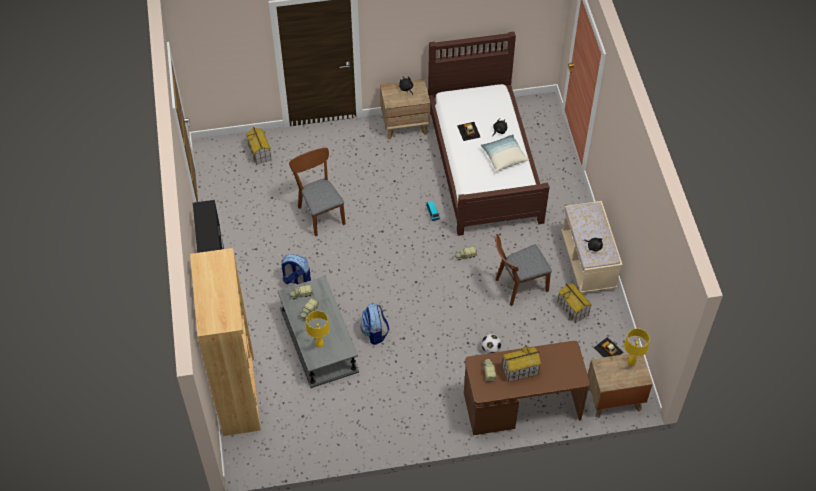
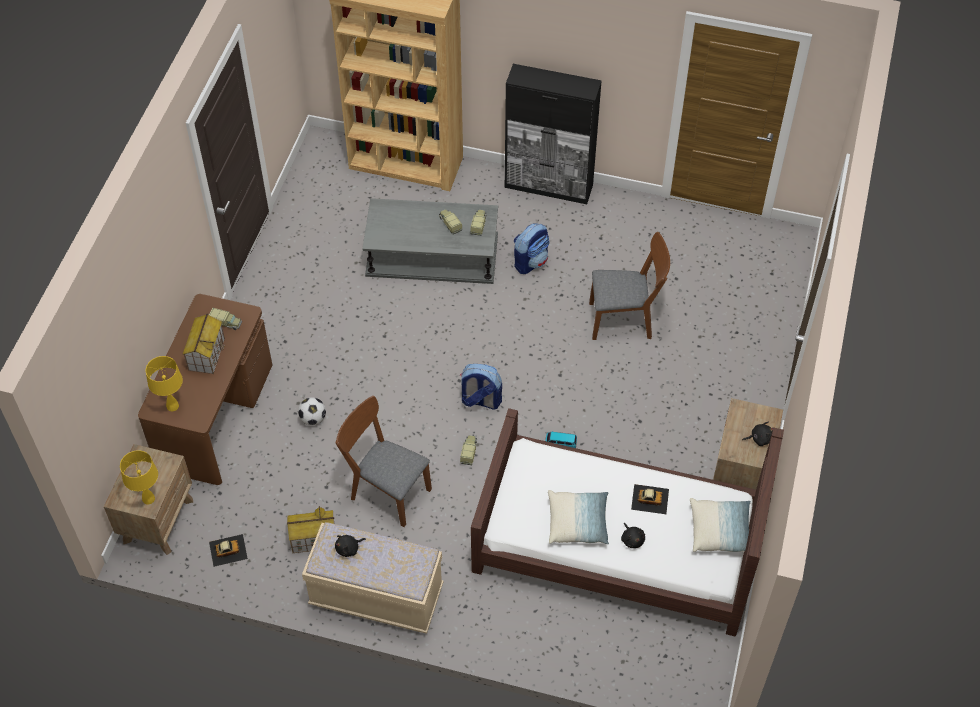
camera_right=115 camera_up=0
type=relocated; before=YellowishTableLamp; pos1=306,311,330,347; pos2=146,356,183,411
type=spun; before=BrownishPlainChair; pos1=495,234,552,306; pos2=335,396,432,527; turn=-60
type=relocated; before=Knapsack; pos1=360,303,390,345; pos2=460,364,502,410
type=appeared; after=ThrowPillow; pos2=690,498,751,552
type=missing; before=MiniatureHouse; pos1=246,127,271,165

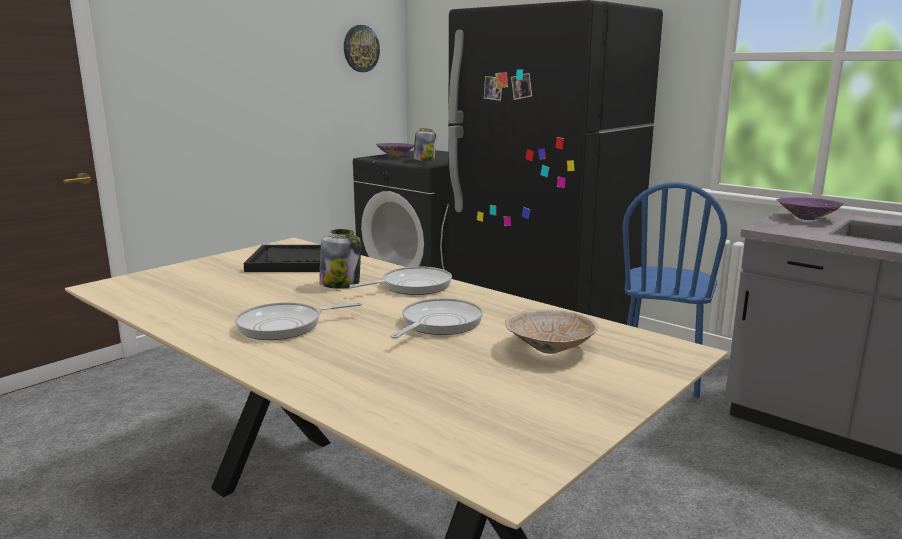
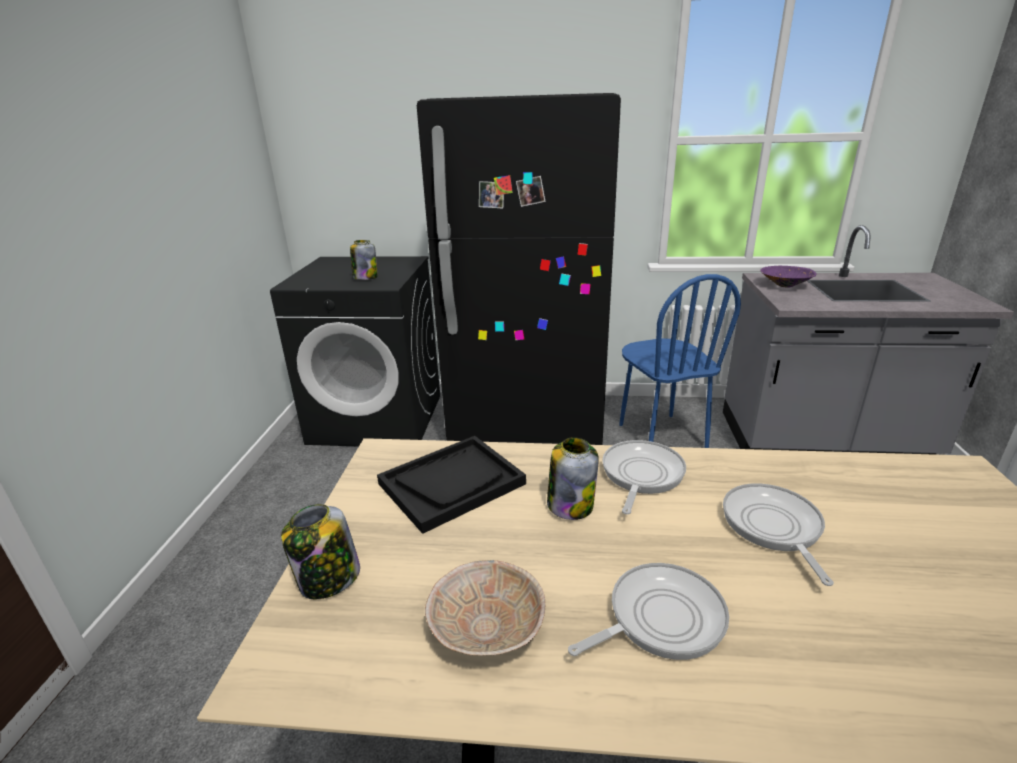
camera_right=-35 camera_up=10
type=appeared; after=Jar; pos2=281,504,360,599
type=relocated; before=BeigeColouredServingBowl; pos1=505,309,599,354; pos2=425,560,545,656
type=spun; before=Pan; pos1=235,302,362,340; pos2=568,563,729,660; turn=-150
type=missing; before=WallClock; pos1=344,25,380,72
type=missing; before=PurplishServingBowl; pos1=376,143,414,157

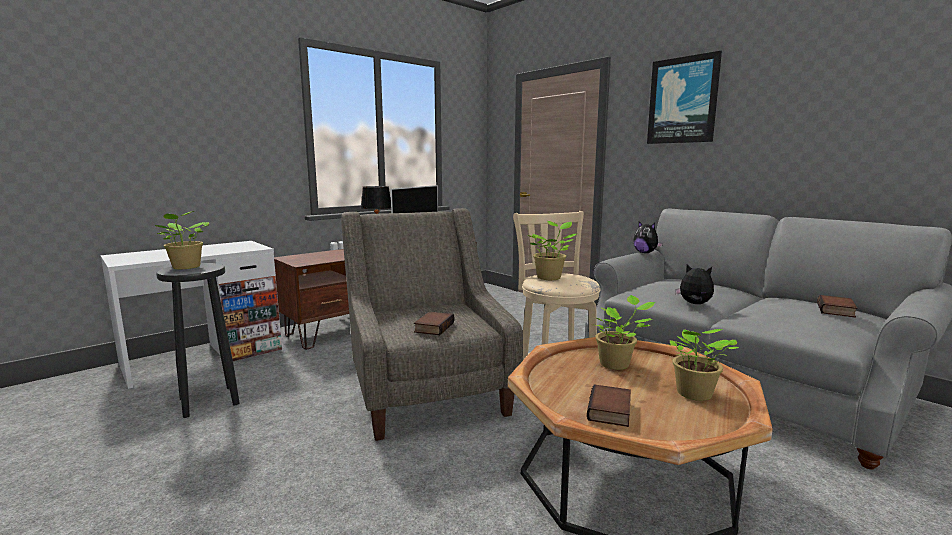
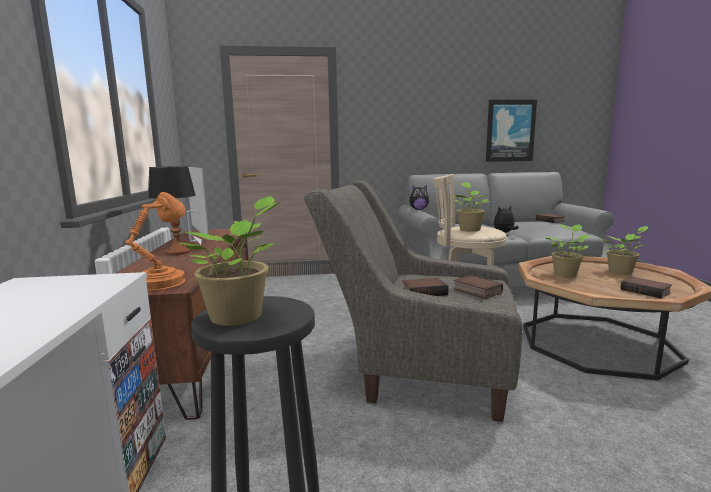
camera_right=-55 camera_up=0
type=appeared; after=OrangeTableLamp; pos2=125,192,186,291
type=appeared; after=Book; pos2=402,278,449,296
type=relocated; before=WallPicture; pos1=647,51,722,144; pos2=486,100,537,162

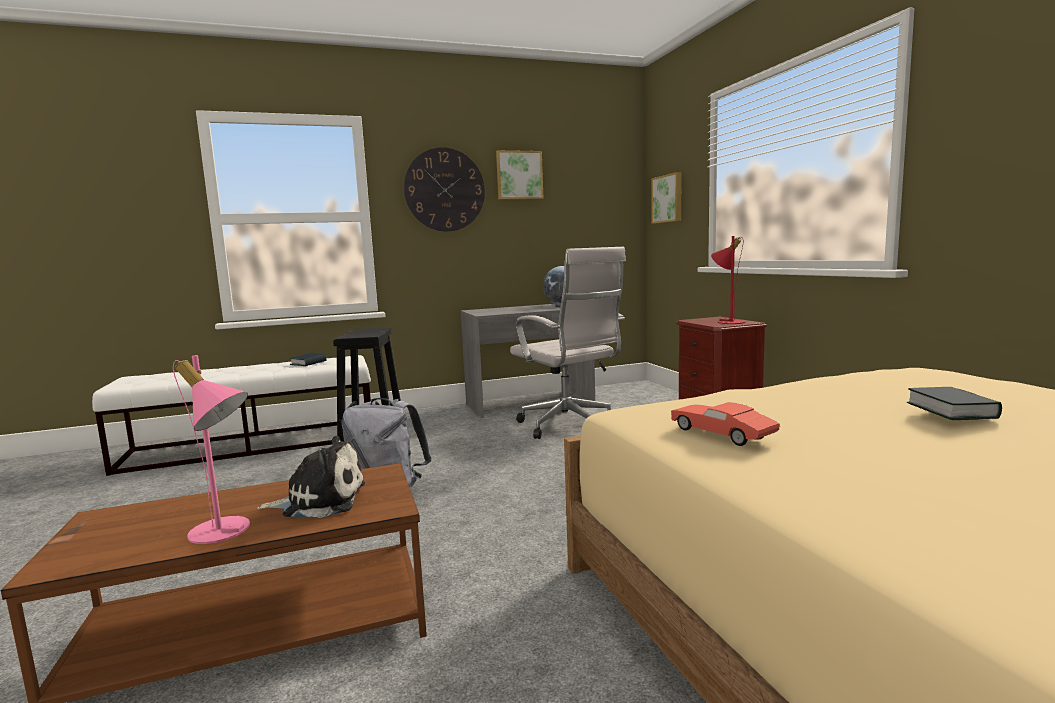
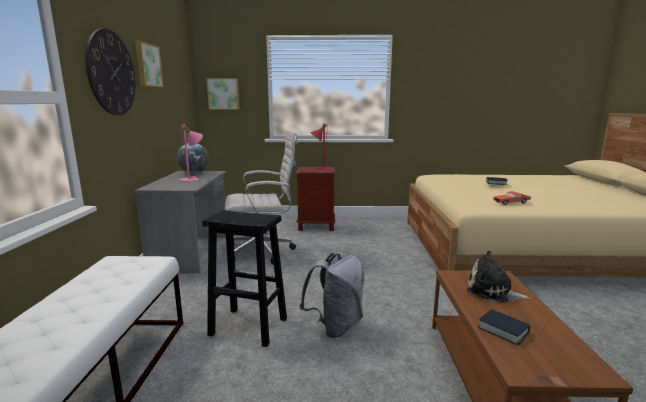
camera_right=-70 camera_up=5
type=relocated; before=PinkTableLamp; pos1=173,355,250,544; pos2=180,124,203,181
type=spun; before=PlushToy; pos1=257,436,365,518; pos2=467,250,531,303; turn=-75
type=relocated; before=Book; pos1=290,353,327,366; pos2=478,309,530,345

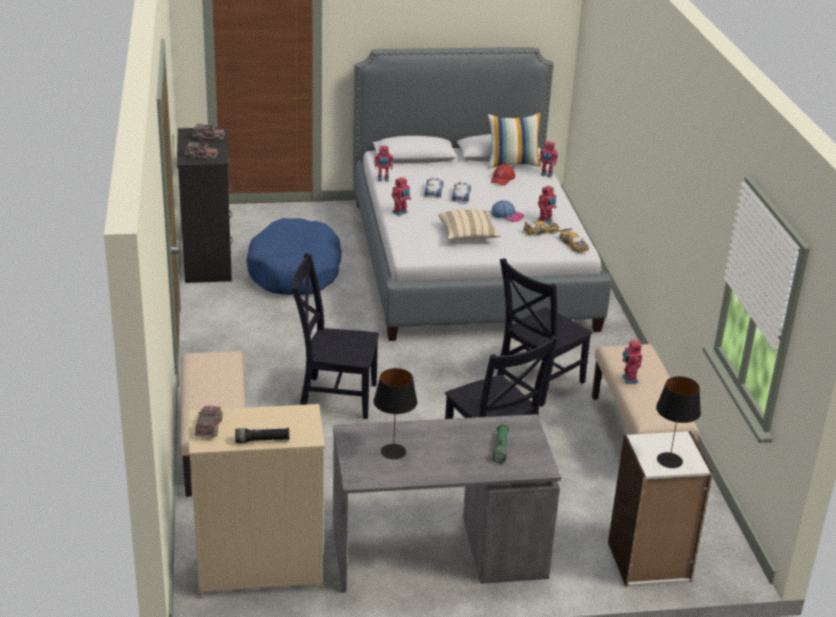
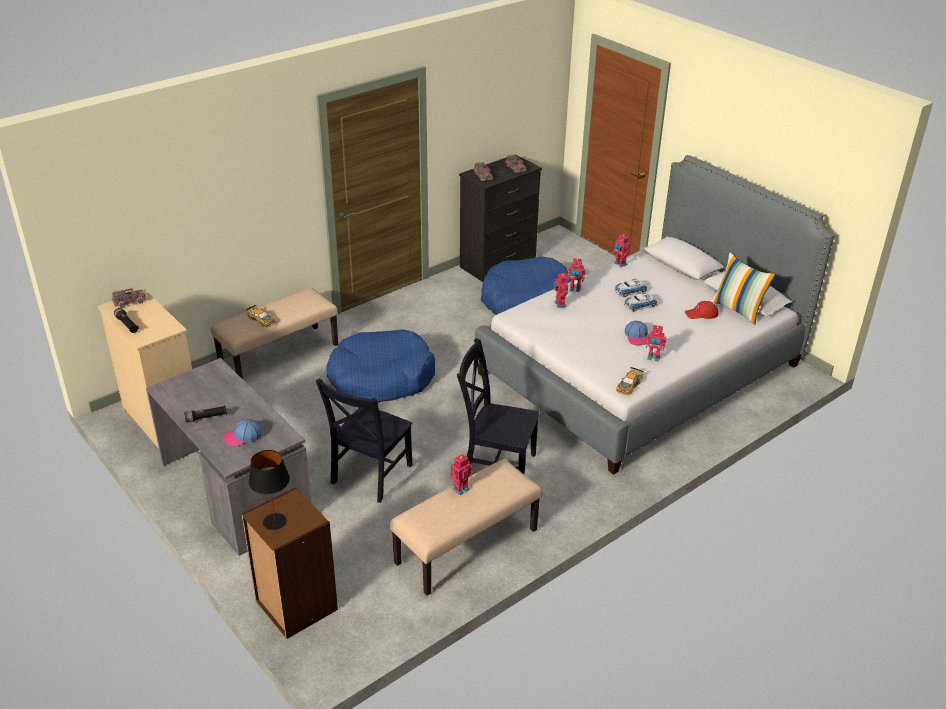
camera_right=60 camera_up=5
type=appeared; after=BlackColouredHandTorch; pos2=184,405,227,423
type=exchanged; before=GreenColouredHandTorch; after=BaseballCap; pos1=493,424,509,464; pos2=223,419,262,446
type=colour; before=WhiteBookshelf; after=BrownishBookshelf; pos1=608,431,713,587; pos2=242,487,338,639
type=relocated; before=ToyCar; pos1=523,221,560,236; pos2=246,305,275,327
type=exchanged; before=BlackColouredPlainChair; after=BlueColouredDogCushion; pos1=291,253,379,419; pos2=326,329,435,403
type=relocated; before=ToyRobot; pos1=539,141,558,177; pos2=553,272,568,308
type=missing; before=BlackColouredTableLamp; pos1=374,368,418,459
type=missing; before=BeigeColouredThrowPillow; pos1=438,210,501,240

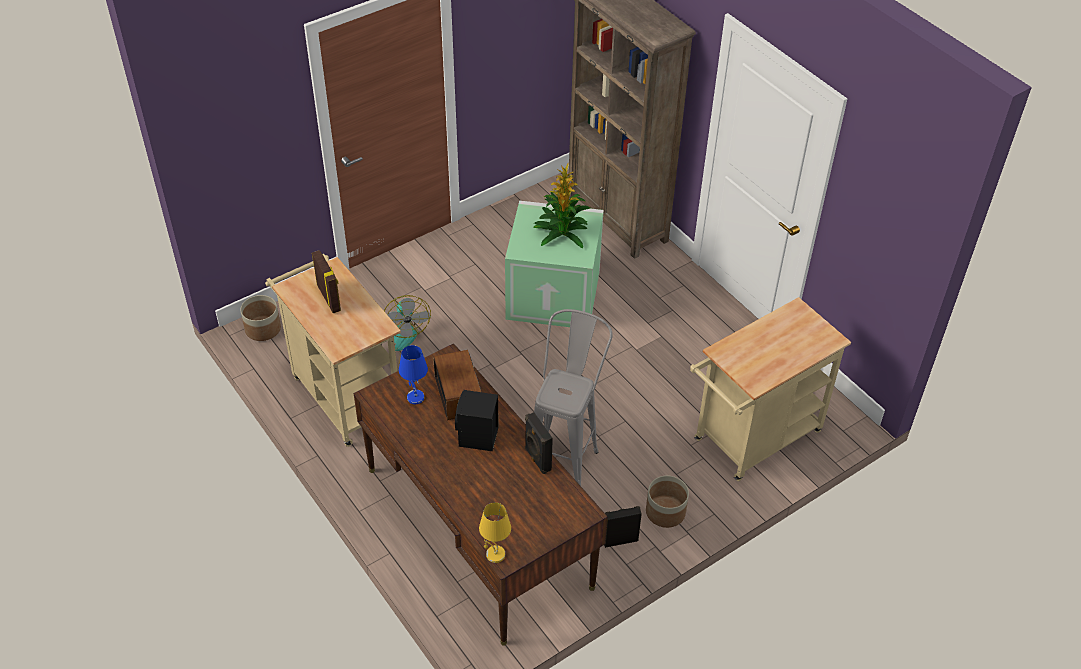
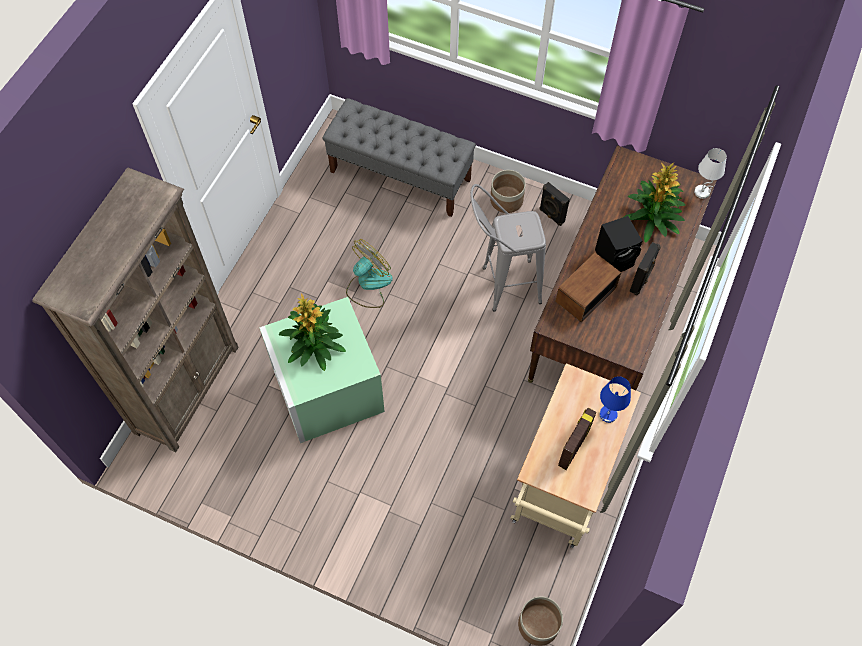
camera_right=-120 camera_up=15
type=exchanged; before=BeigeColouredCart; after=GreyLongSeat; pos1=690,297,851,481; pos2=322,98,476,217
type=relocated; before=ElectricFan; pos1=384,295,431,351; pos2=346,239,393,308
type=relocated; before=BlueColouredTableLamp; pos1=399,345,428,404; pos2=599,376,631,423
type=appeared; after=PottedPlant; pos2=624,162,685,243
type=relocated; before=BlackColouredSpeaker; pos1=525,412,553,474; pos2=630,242,661,295
type=colour; before=YellowishTableLamp; after=WhiteTableLamp; pos1=479,503,511,563; pos2=694,148,727,199

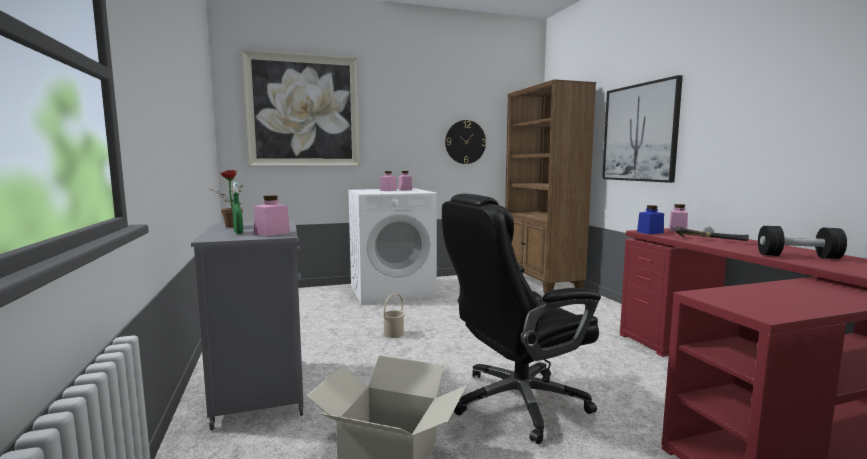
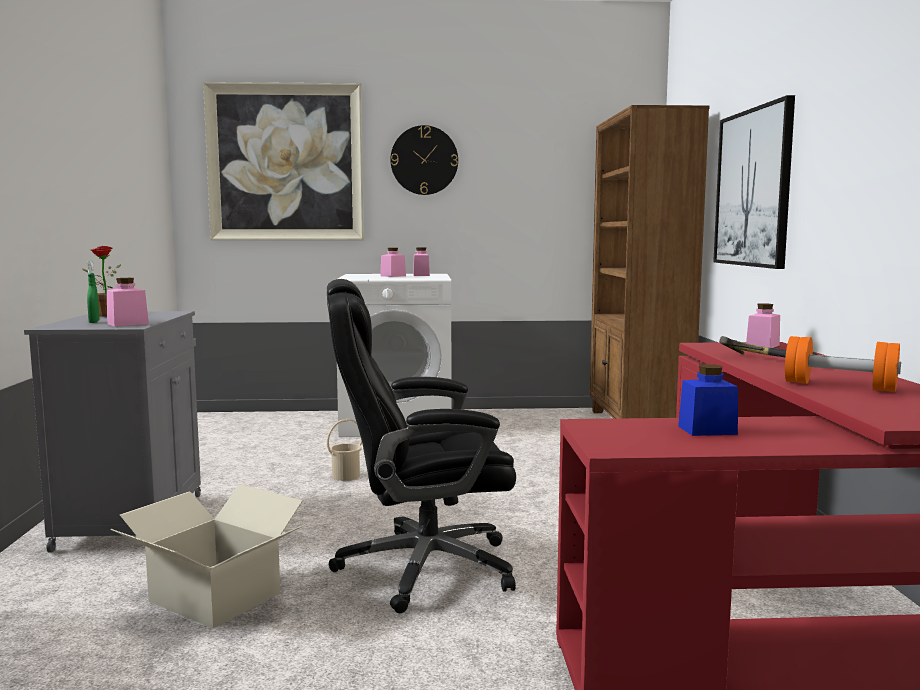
camera_right=15 camera_up=0
type=relocated; before=WallClock; pos1=445,120,486,164; pos2=390,125,458,195
type=relocated; before=BlueColouredJar; pos1=637,205,664,234; pos2=678,364,738,436
type=colour; before=BlackColouredFreeWeight; after=OrangeFreeWeight; pos1=758,226,847,259; pos2=785,336,901,392

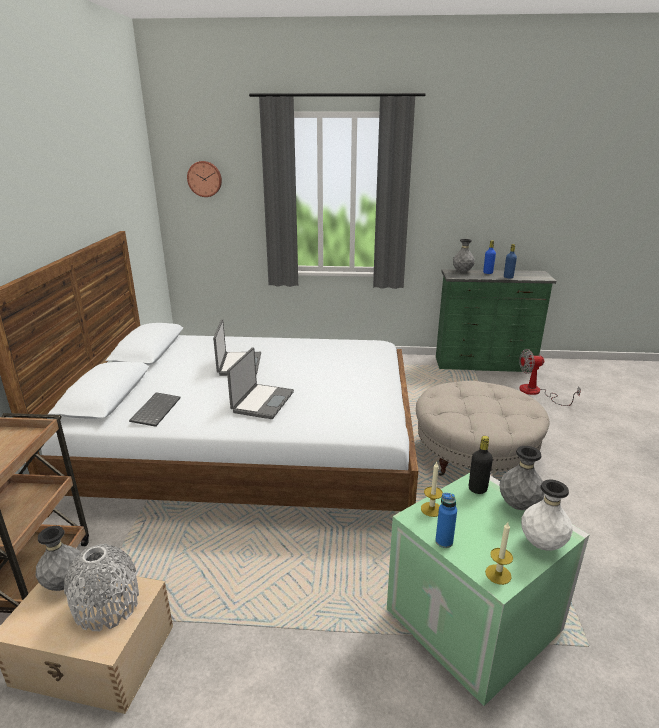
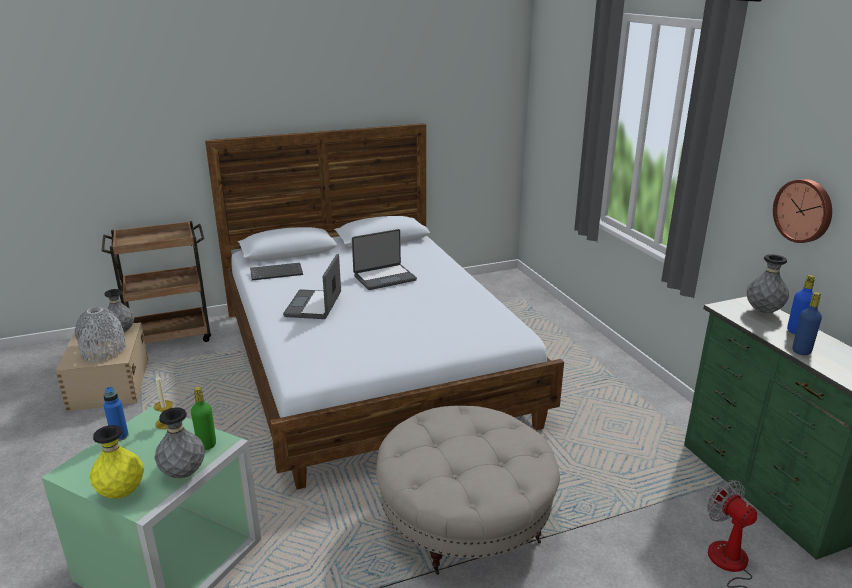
camera_right=65 camera_up=0
type=colour; before=WhiteVase; after=YellowishVase; pos1=521,480,573,551; pos2=90,425,144,499
type=colour; before=BlackColouredBottle; after=GreenColouredBottle; pos1=469,436,493,494; pos2=191,386,216,450
type=spun; before=Laptop; pos1=227,347,294,419; pos2=283,254,341,319; turn=105
type=relocated; before=WallClock; pos1=187,161,222,197; pos2=773,179,832,243
type=missing; before=WaxCandle; pos1=485,522,513,585

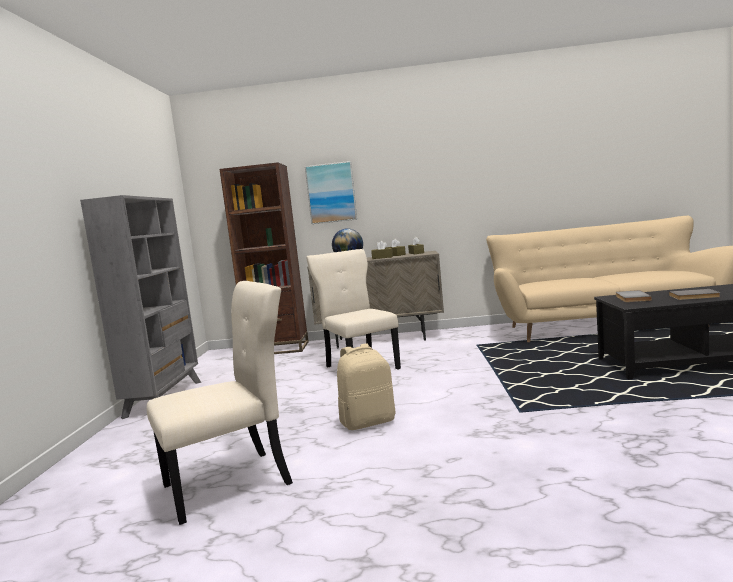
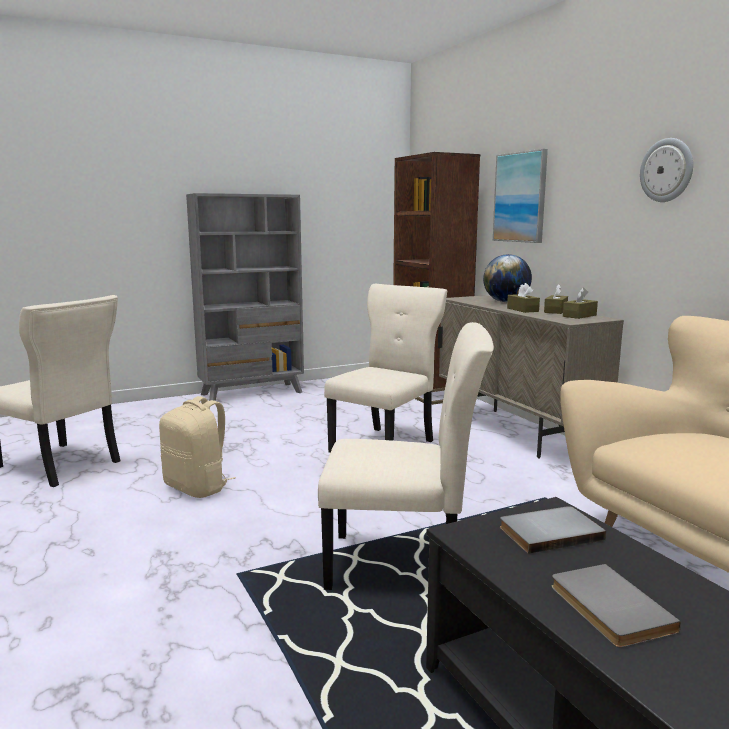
camera_right=60 camera_up=5
type=appeared; after=BeigeColouredPlainChair; pos2=318,322,494,590
type=appeared; after=WallClock; pos2=640,138,693,202

